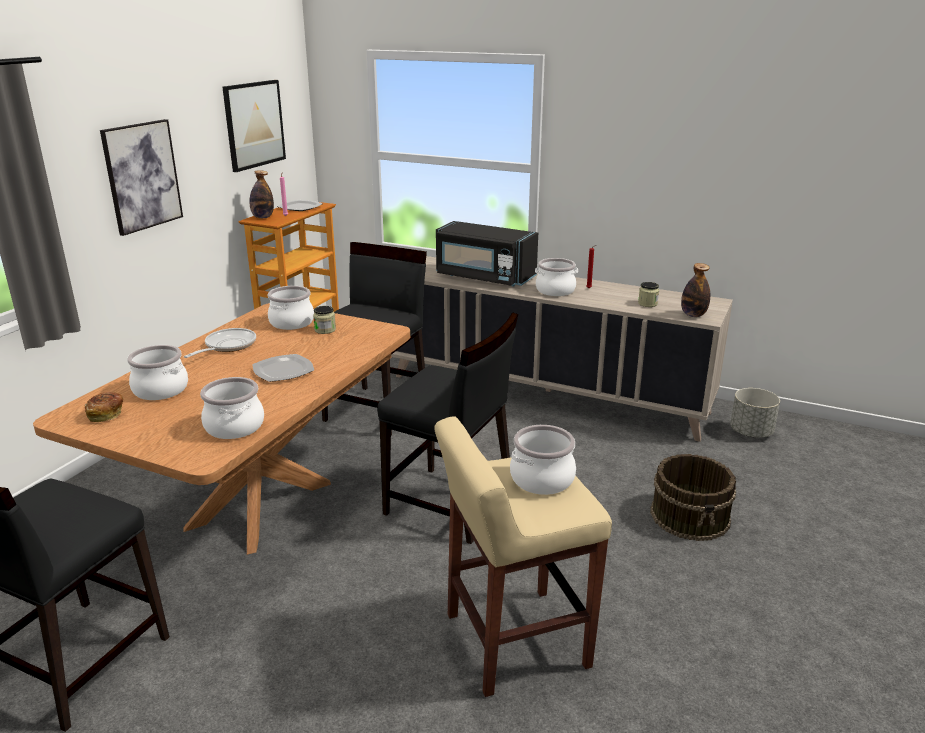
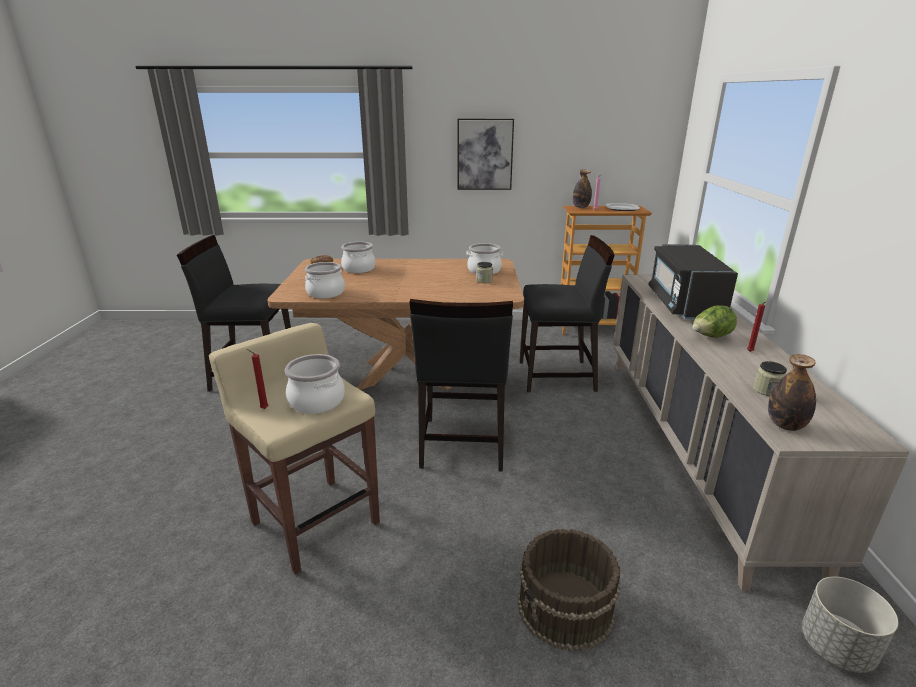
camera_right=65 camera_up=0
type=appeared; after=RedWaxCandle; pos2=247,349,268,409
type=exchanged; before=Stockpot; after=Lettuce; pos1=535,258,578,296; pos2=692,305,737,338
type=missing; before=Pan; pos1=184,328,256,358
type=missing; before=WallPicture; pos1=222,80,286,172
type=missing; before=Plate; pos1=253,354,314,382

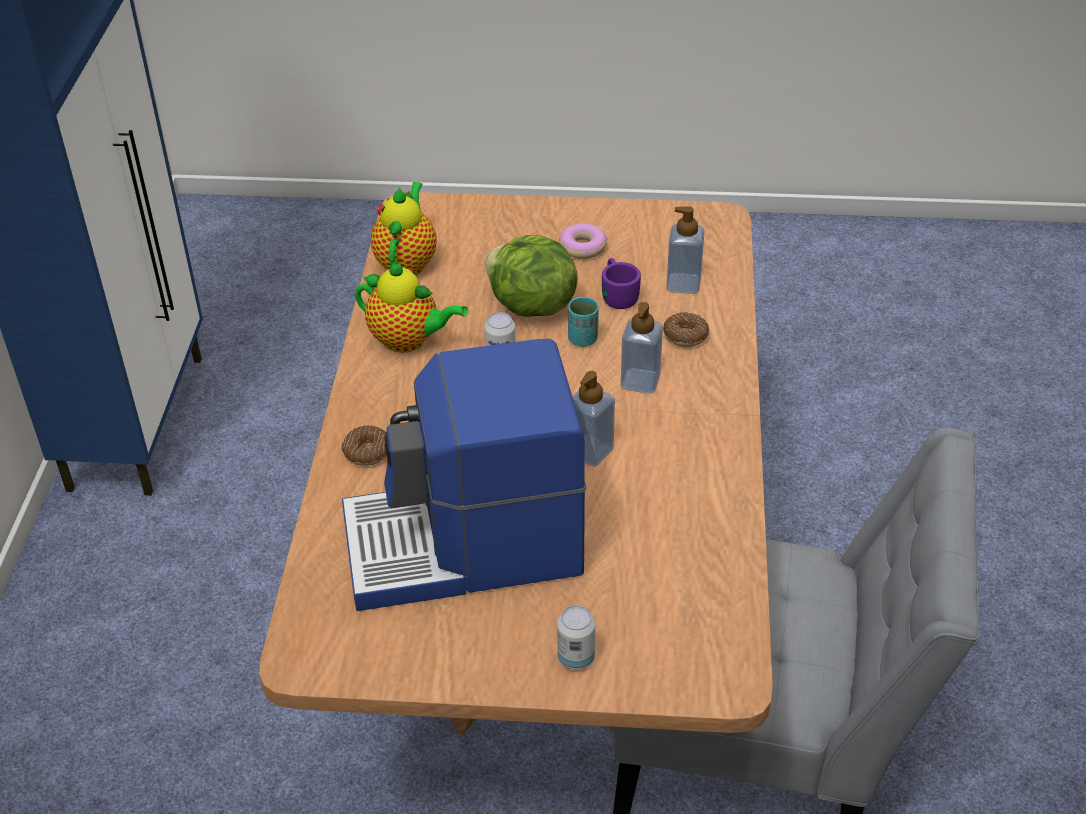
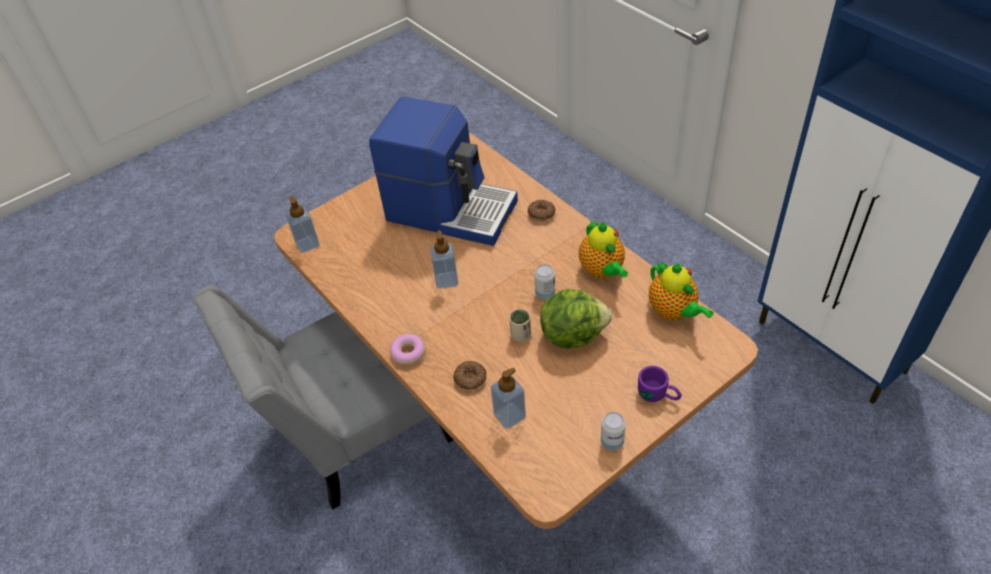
camera_right=140 camera_up=5
type=relocated; before=LiquidSoapBottle; pos1=621,302,663,394; pos2=286,196,320,253
type=spun; before=CoffeeBrewer; pos1=342,339,586,611; pos2=369,97,518,246; turn=75
type=relocated; before=RingDoughnut; pos1=559,223,607,259; pos2=390,334,426,365
type=colour; before=BlueGreenSmallCup; after=BeigeColouredSmallCup; pos1=568,297,599,347; pos2=509,309,531,342
type=spun; before=TeaPot; pos1=355,261,468,353; pos2=579,220,628,279; turn=-90
type=relocated; before=Can; pos1=557,605,595,670; pos2=601,412,626,450
type=relocated; before=PurplishTeaMug; pos1=602,258,641,309; pos2=638,366,682,402

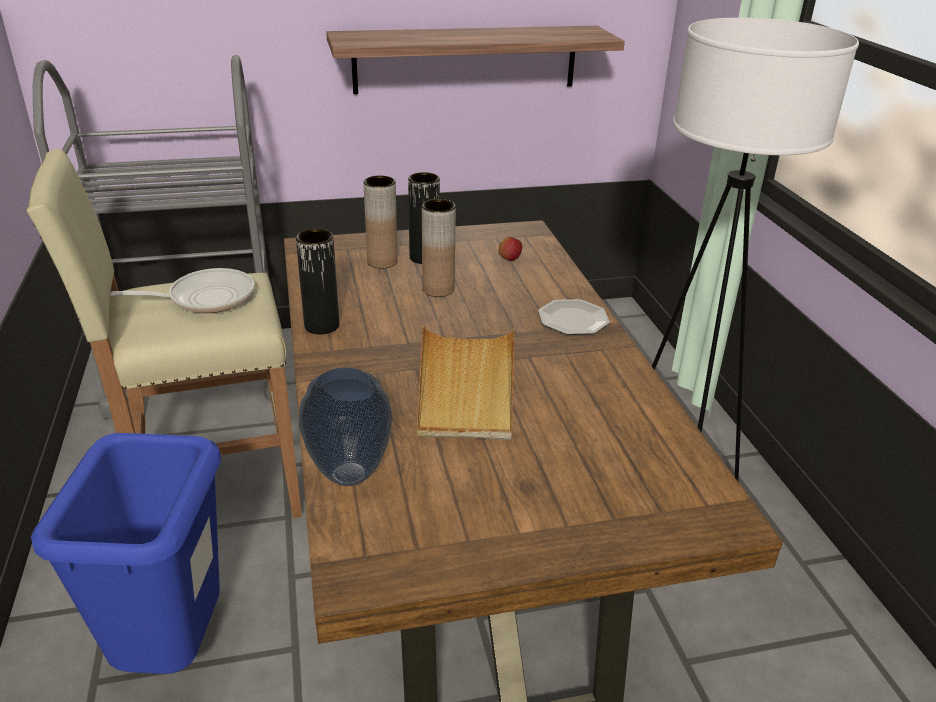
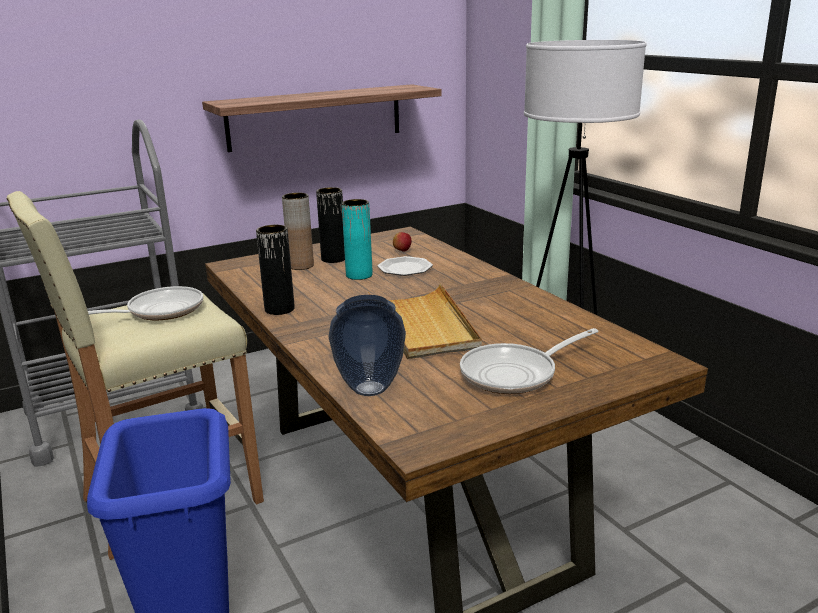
camera_right=-15 camera_up=-10
type=colour; before=BrownishVase; after=BlueGreenVase; pos1=422,199,456,297; pos2=342,199,373,280
type=relocated; before=Plate; pos1=538,299,610,335; pos2=377,256,433,276
type=appeared; after=Pan; pos2=460,328,598,394

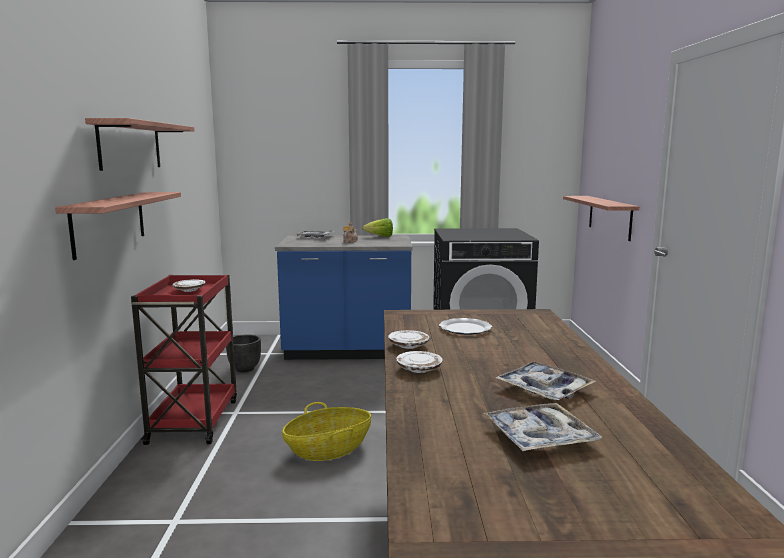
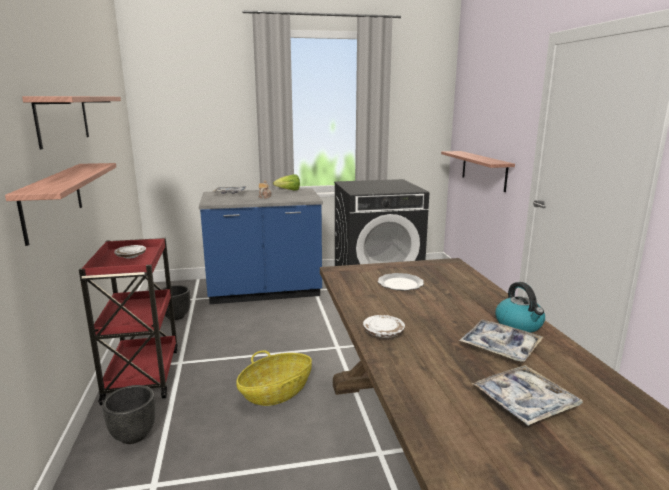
camera_right=-10 camera_up=5
type=appeared; after=BlackColouredPlanter; pos2=102,385,156,444
type=appeared; after=WaterKettle; pos2=495,282,545,333
type=missing; before=WhitePlate; pos1=388,330,429,349

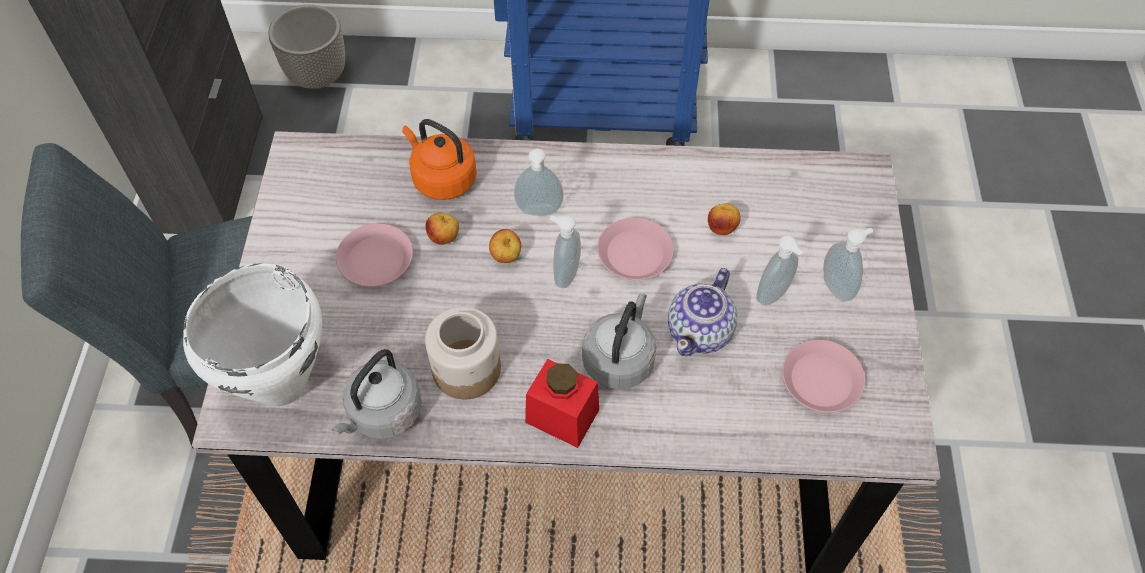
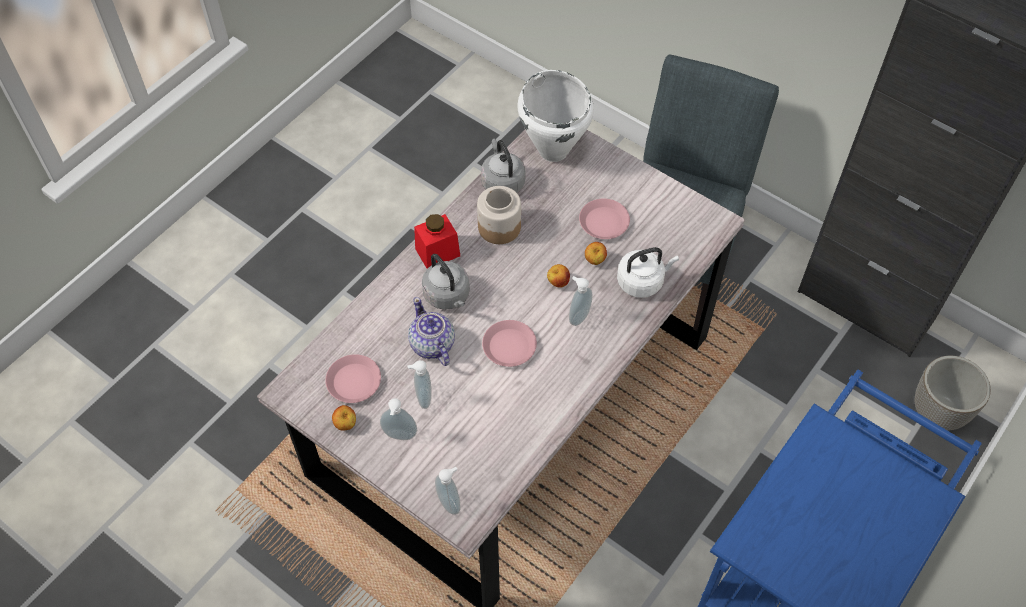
camera_right=125 camera_up=0
type=relocated; before=Apple; pos1=708,203,741,235; pos2=332,405,356,431
type=relocated; before=LiquidSoapBottle; pos1=550,215,581,288; pos2=435,467,461,515
type=colour; before=OrangeWaterKettle; after=WhiteWaterKettle; pos1=402,119,477,200; pos2=617,247,679,298

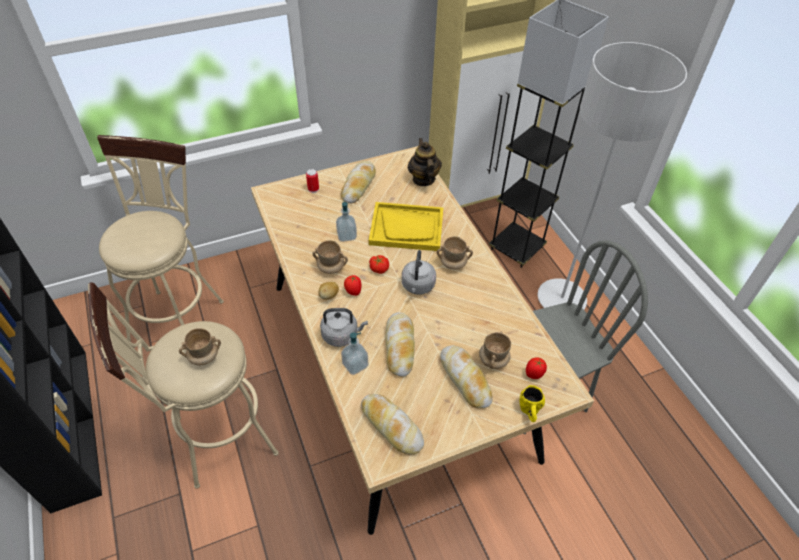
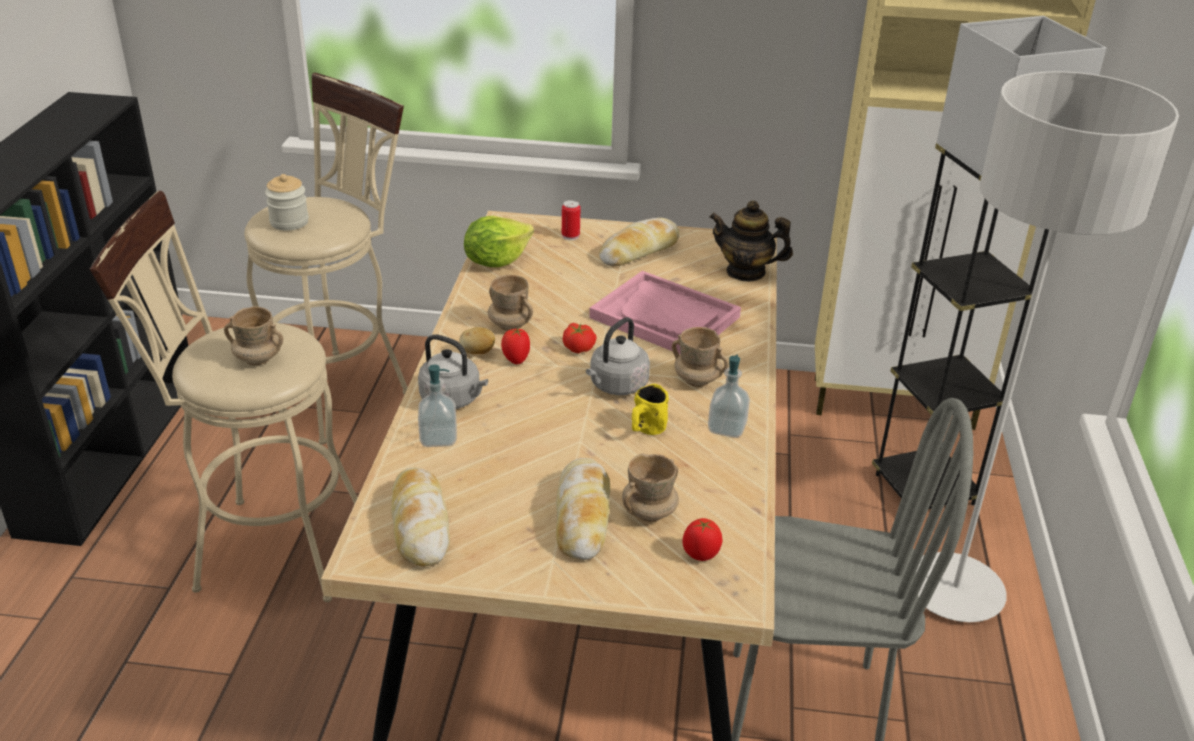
camera_right=30 camera_up=-15
type=appeared; after=Jar; pos2=265,174,309,231
type=appeared; after=Lettuce; pos2=464,216,534,267
type=colour; before=YellowishCarryingTray; after=PinkCarryingTray; pos1=369,202,443,251; pos2=589,271,741,355
type=relocated; before=YellowishTeaMug; pos1=520,385,545,422; pos2=632,384,669,435
type=relocated; before=LiquidSoapBottle; pos1=336,201,357,242; pos2=708,355,750,438
type=spun; before=TeaPot; pos1=408,138,442,186; pos2=709,201,793,282; turn=-90
type=missing; before=Bread; pos1=386,312,415,377

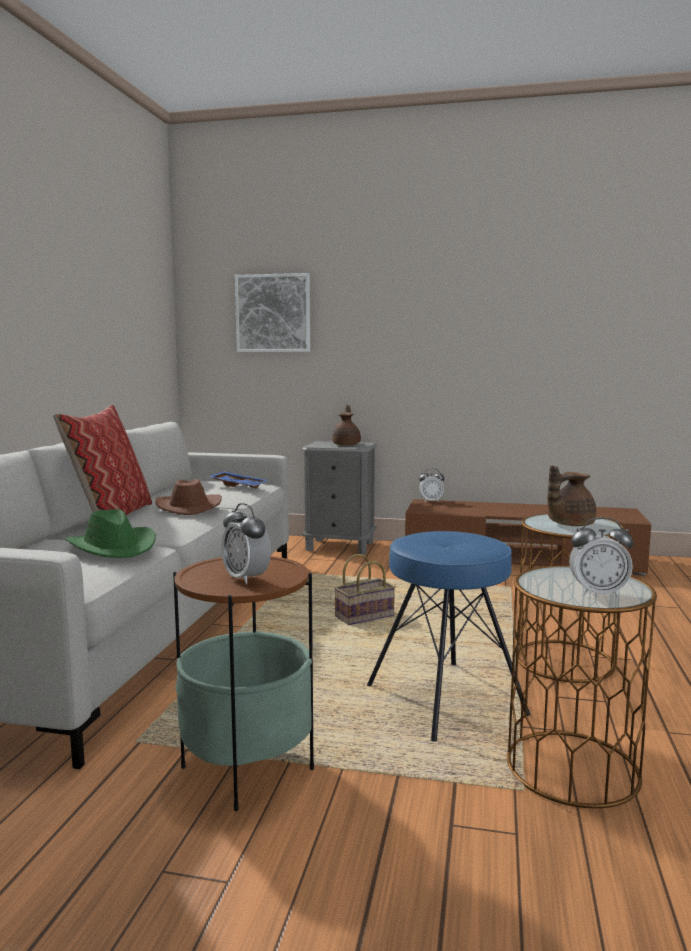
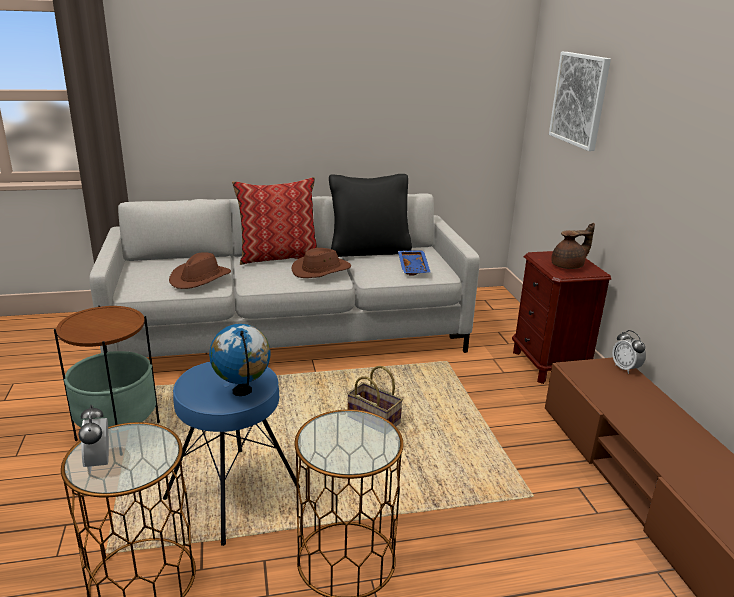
camera_right=65 camera_up=15
type=colour; before=GreenColouredClothingHat; after=BrownishClothingHat; pos1=65,509,156,558; pos2=169,252,231,289
type=appeared; after=WorldGlobe; pos2=209,324,270,396
type=appeared; after=BlackColouredThrowPillow; pos2=329,174,412,257
type=colour; before=GreyNightTable; after=BrownishNightTable; pos1=301,441,377,554; pos2=512,251,611,384
type=missing; before=BedsideClock; pos1=221,503,271,585
type=missing; before=BrownishTeaPot; pos1=547,465,597,526

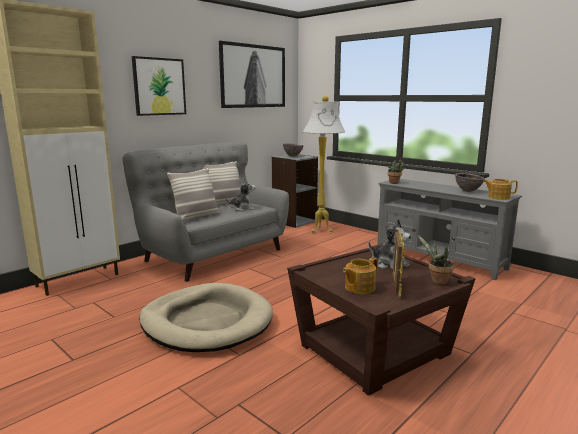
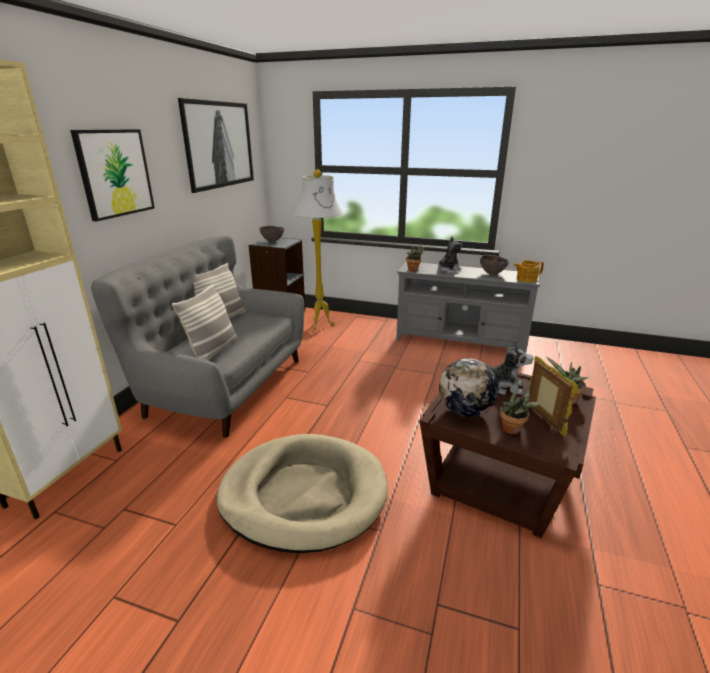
camera_right=-25 camera_up=10
type=relocated; before=PlushToy; pos1=226,178,256,211; pos2=438,237,463,274
type=appeared; after=WorldGlobe; pos2=439,358,499,417
type=exchanged; before=TeaPot; after=PottedPlant; pos1=343,257,378,294; pos2=500,387,539,434

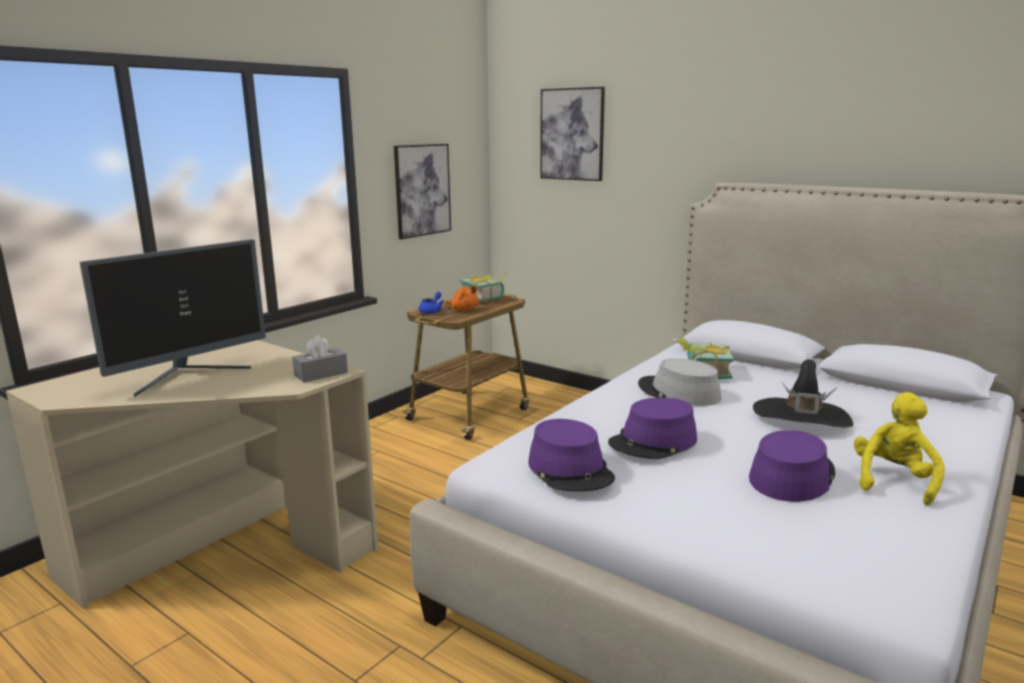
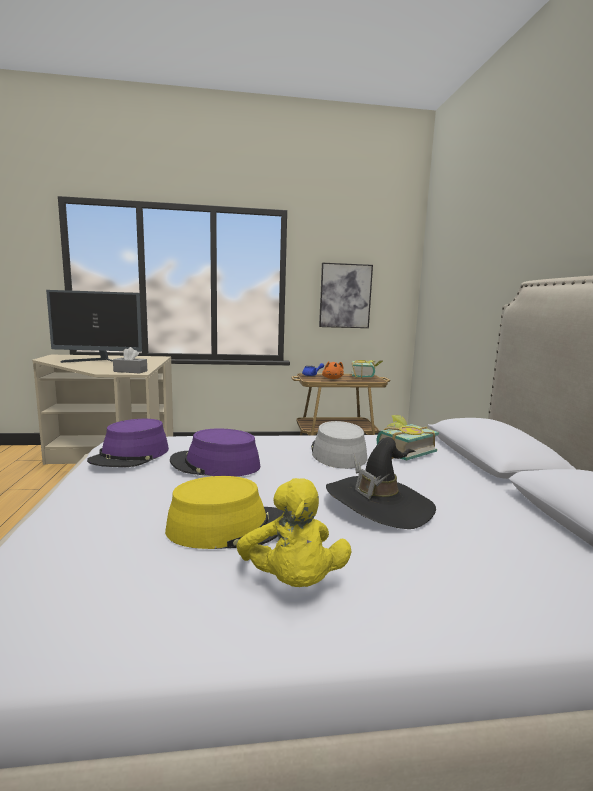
camera_right=45 camera_up=-5
type=colour; before=PurplishClothingHat; after=YellowishClothingHat; pos1=749,430,836,502; pos2=165,476,284,549
type=spun; before=YellowishPlushToy; pos1=854,392,945,506; pos2=236,478,351,587; turn=90
type=missing; before=WallPicture; pos1=540,87,605,181

